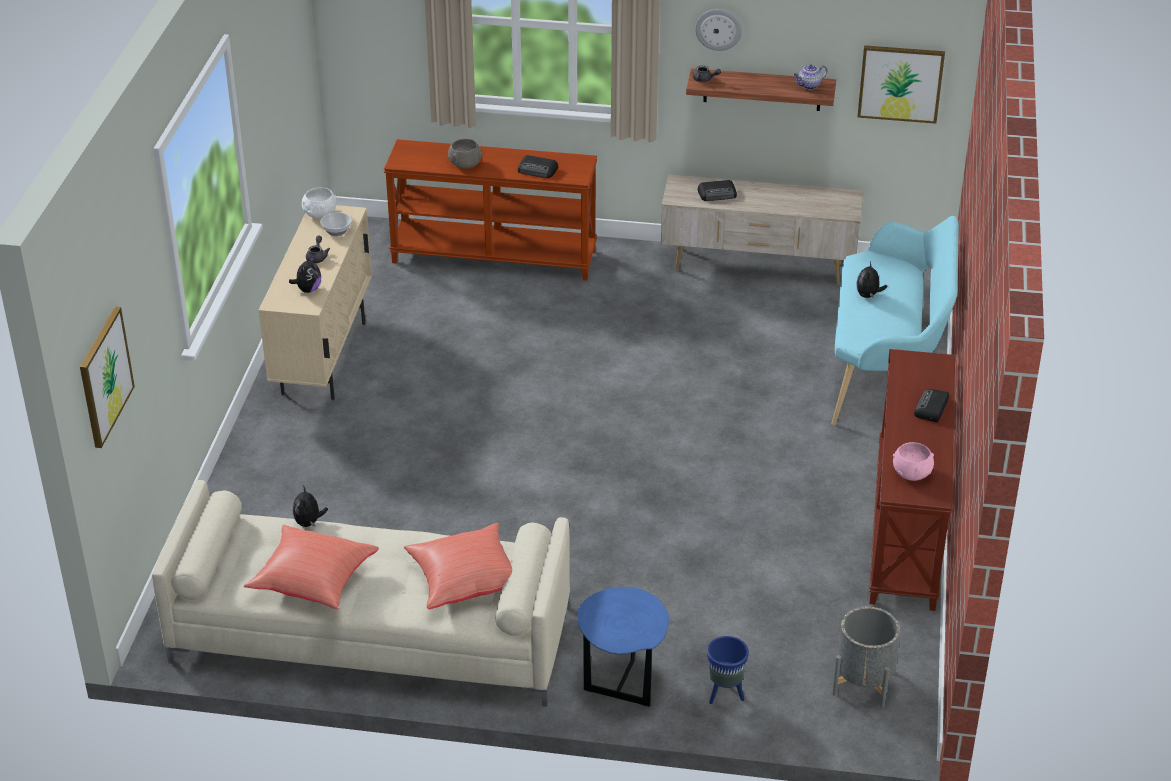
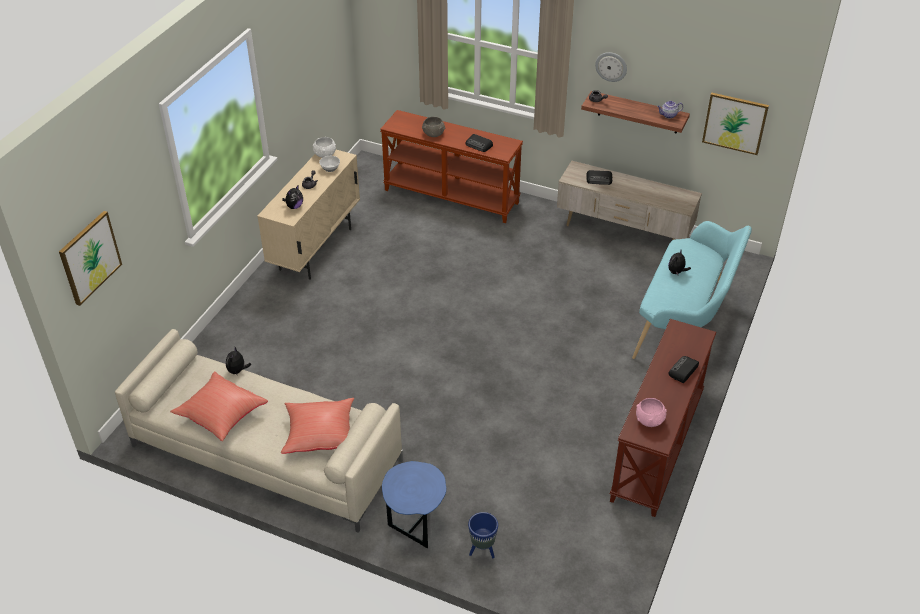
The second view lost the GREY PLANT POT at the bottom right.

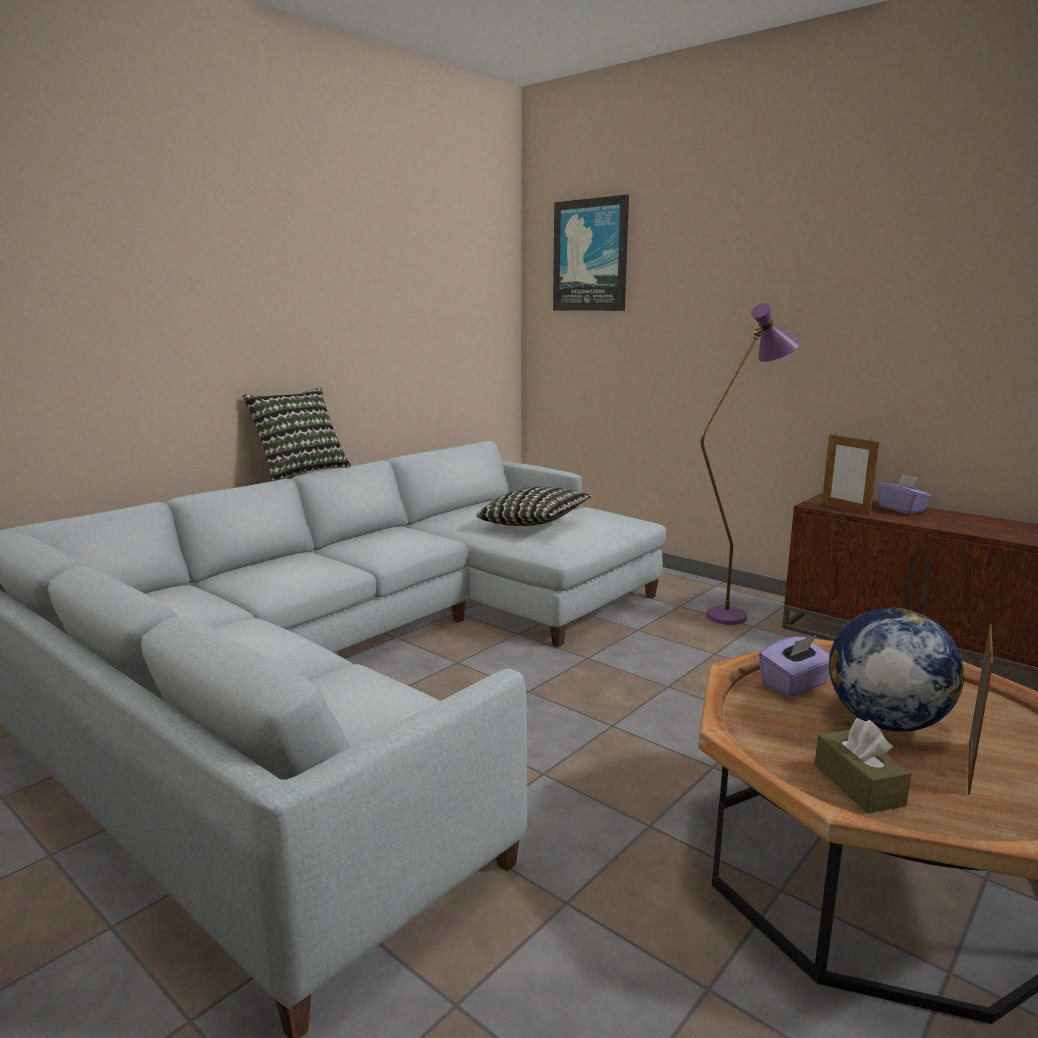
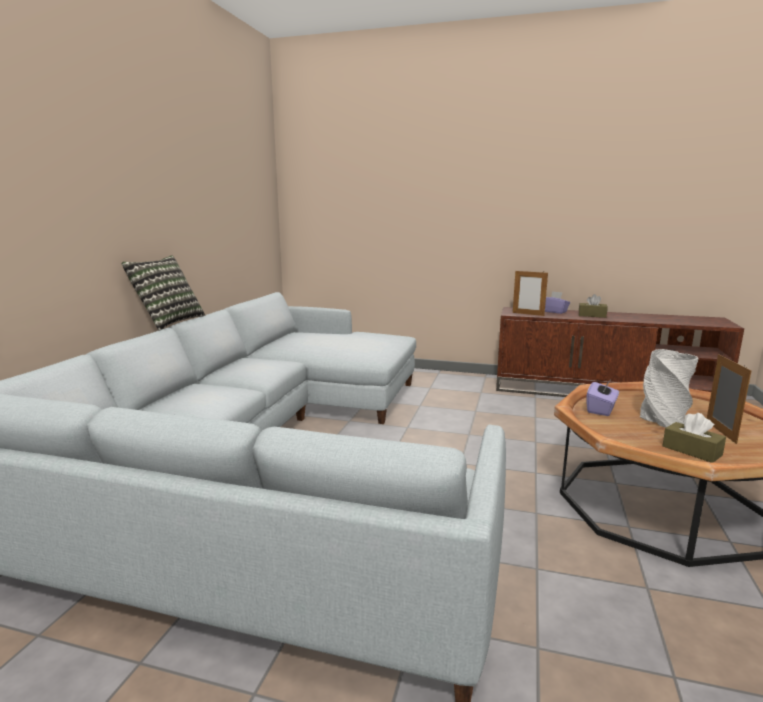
The second view gained the BROWN-COLOURED BOX OF TISSUES (1st from left) at the middle right.
Where the WORLD GLOBE stood at the middle right, the GREY DECORATIVE VASE came to stand at the middle right.
The second view lost the CUSHION (2nd from left) at the centre.
The second view lost the WALL PICTURE at the top centre.
The second view lost the PURPLISH STANDING LAMP at the middle right.

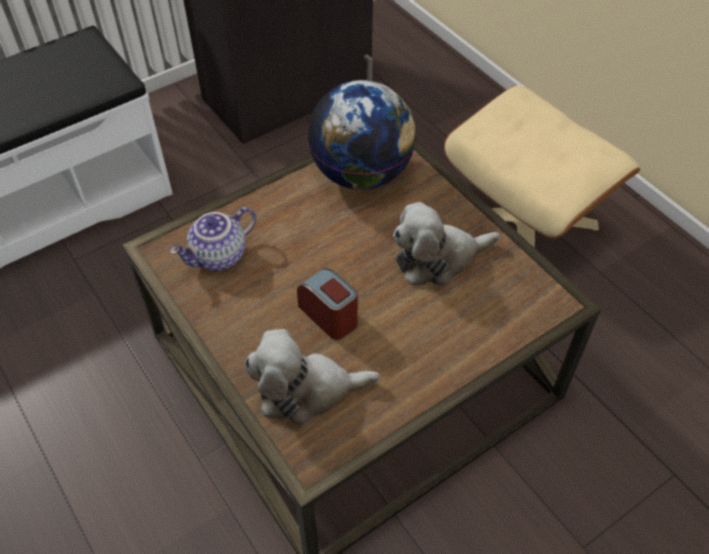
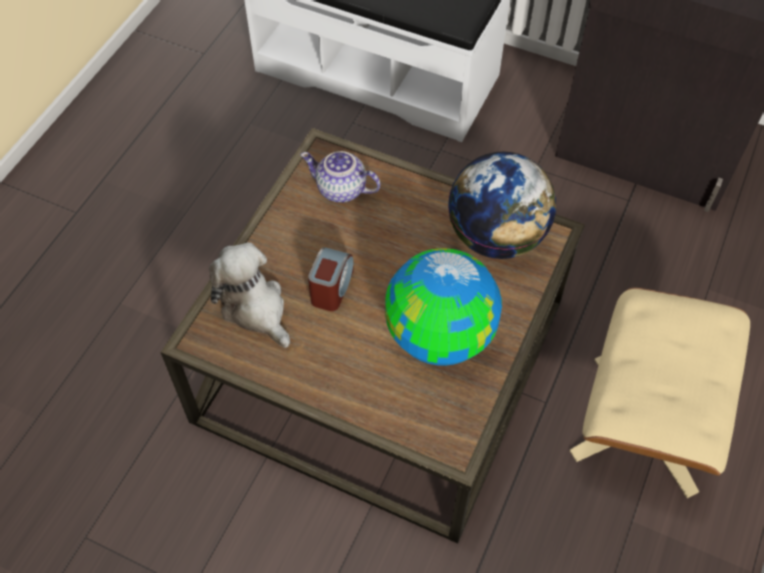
Where the PLUSH TOY (2nd from left) stood at the centre, the WORLD GLOBE (1st from left) came to stand at the centre.

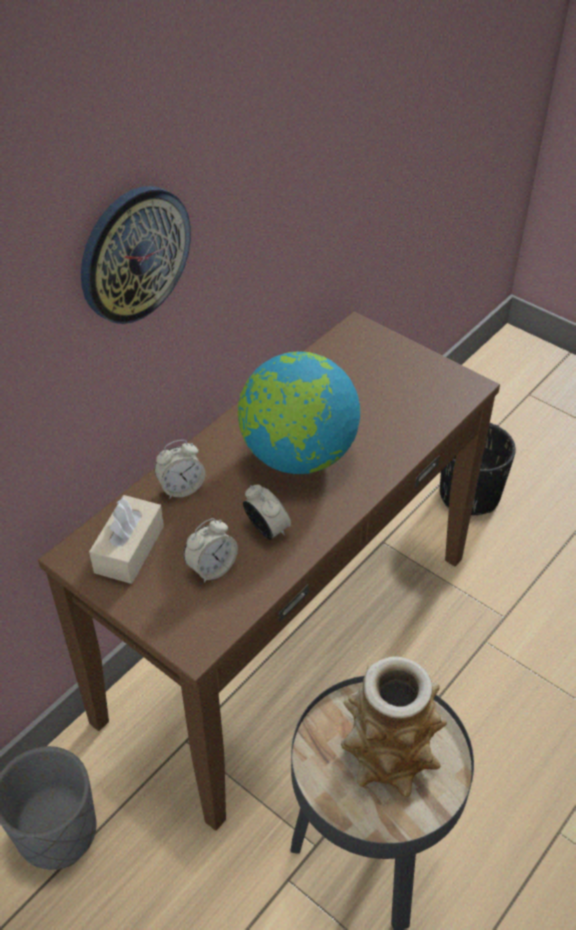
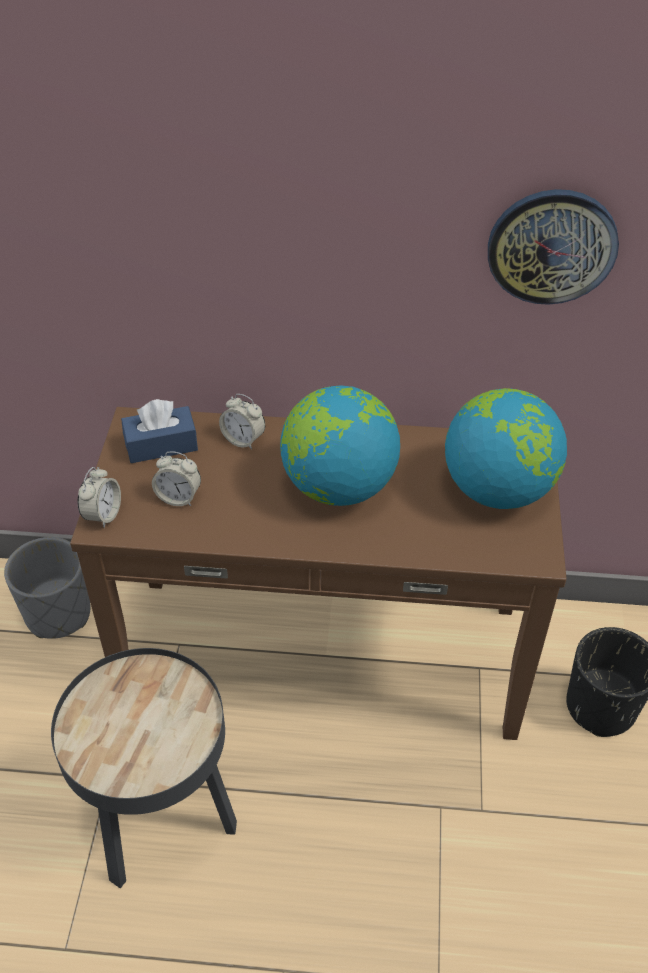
The TABLE CLOCK (3rd from left in the first image) ended up elsewhere, having gone from the centre to the middle left.
What was the SAND-COLOURED BOX OF TISSUES at the middle left turned into the BLUE BOX OF TISSUES at the middle left.
The second view gained the WORLD GLOBE (2nd from left) at the middle right.
The WALL CLOCK ended up elsewhere, having gone from the top left to the top right.
The second view lost the DECORATIVE VASE at the bottom right.

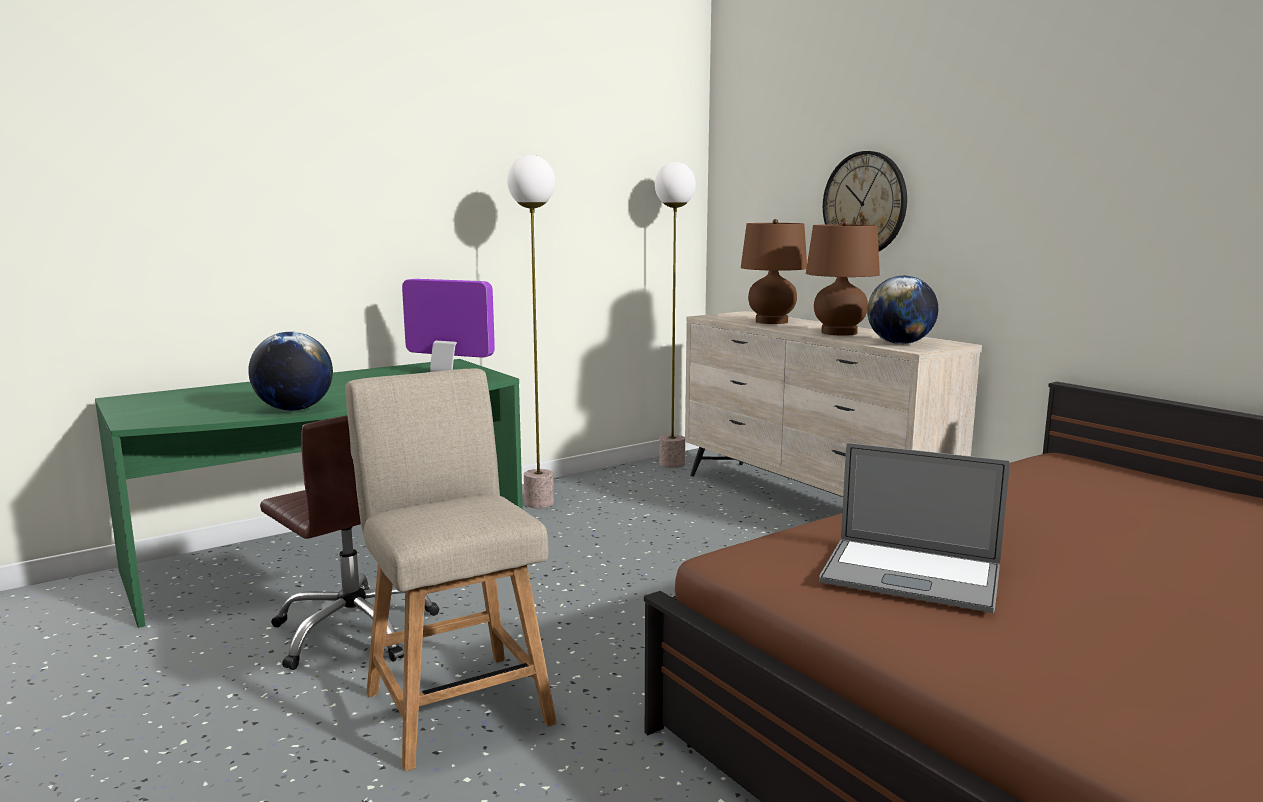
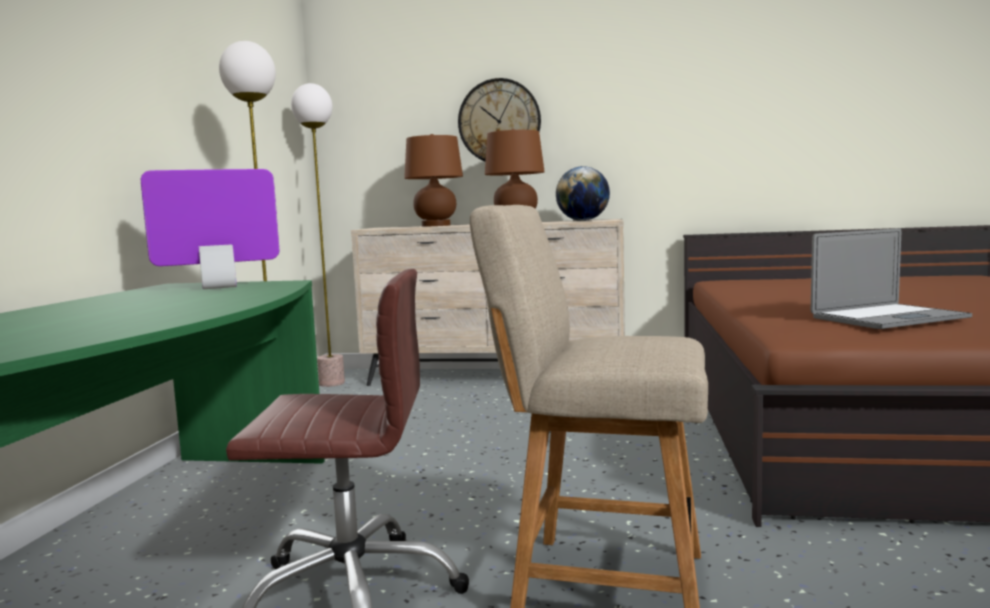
The second view lost the WORLD GLOBE (1st from left) at the middle left.

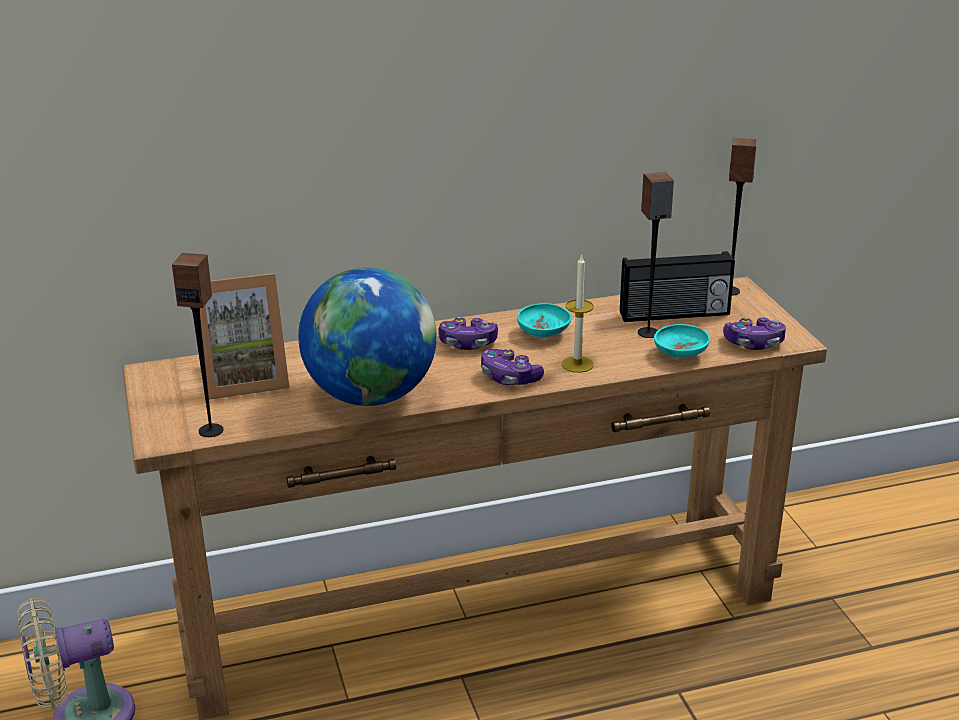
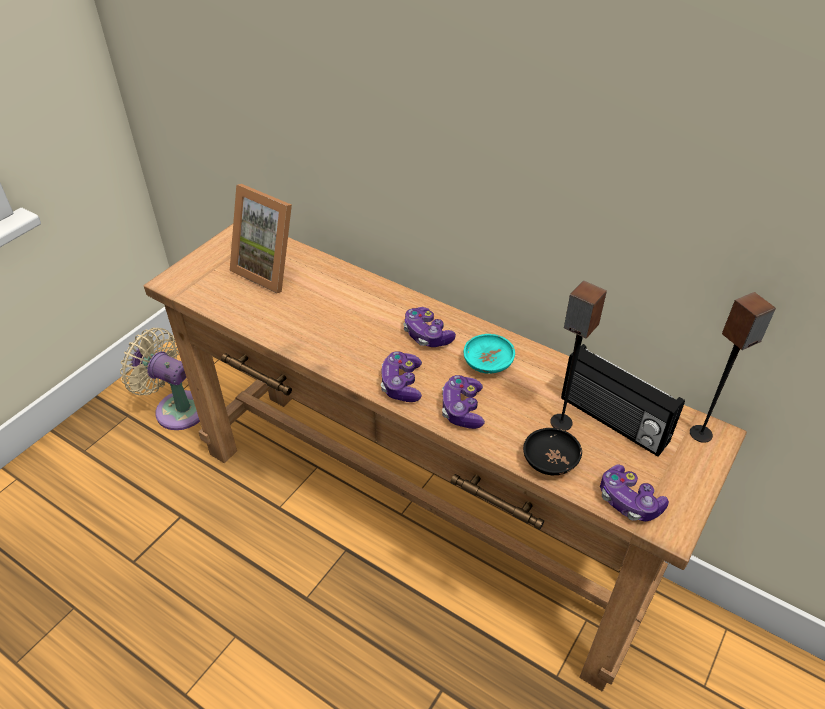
Where the WAX CANDLE stood at the centre, the GAME CONTROLLER (3rd from left) came to stand at the centre.
What was the TURQUOISE SERVING BOWL (2nd from left) at the middle right turned into the BLACK-COLOURED SERVING BOWL at the middle right.
The second view lost the SPEAKER (1st from left) at the middle left.
The second view lost the WORLD GLOBE at the centre.

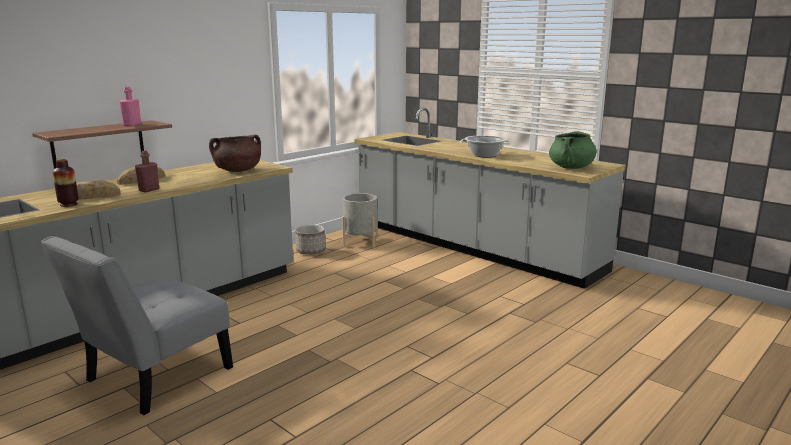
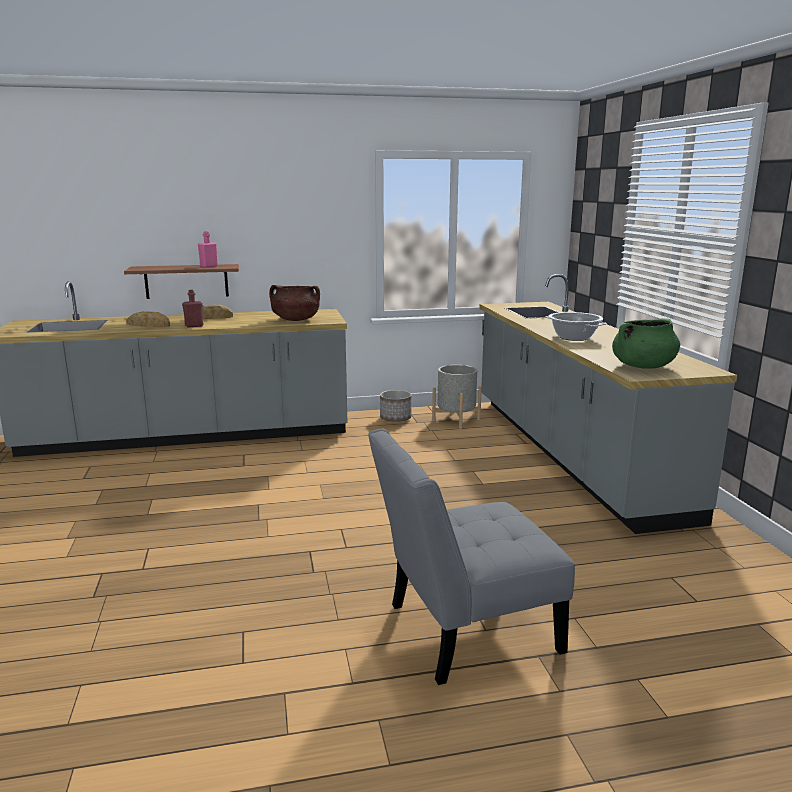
The GREY PLAIN CHAIR ended up elsewhere, having gone from the bottom left to the bottom centre.
The second view lost the DECORATIVE VASE at the middle left.

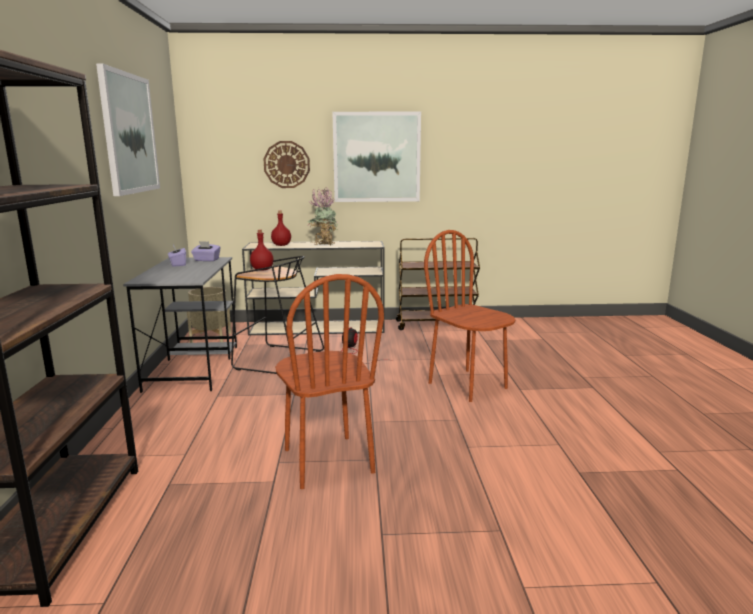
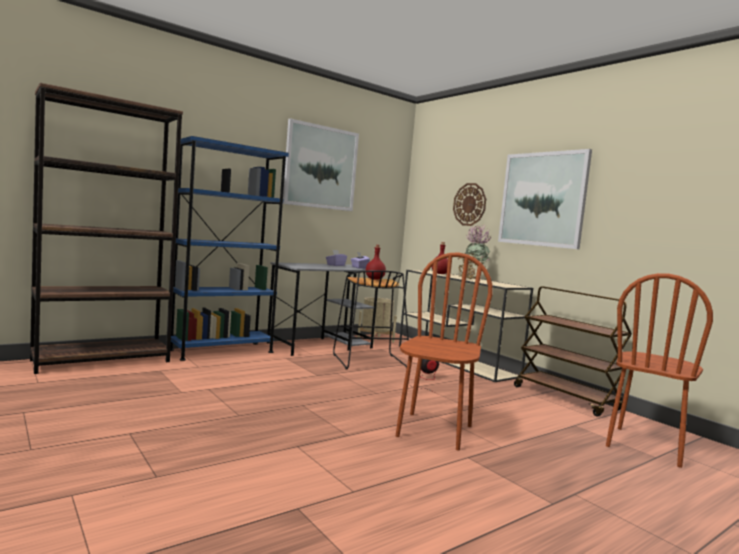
The second view gained the BLUE SHELVING UNIT at the middle left.
The BROWN-COLOURED PLAIN CHAIR (1st from left in the first image) ended up elsewhere, having gone from the centre to the bottom right.

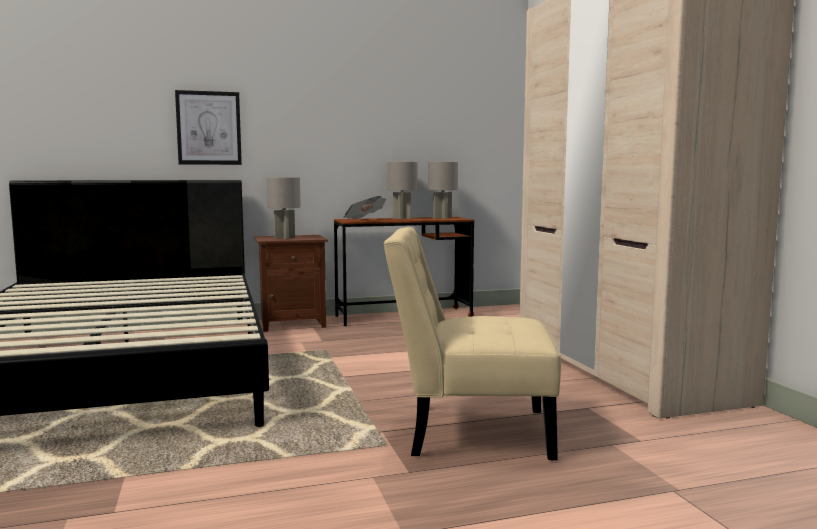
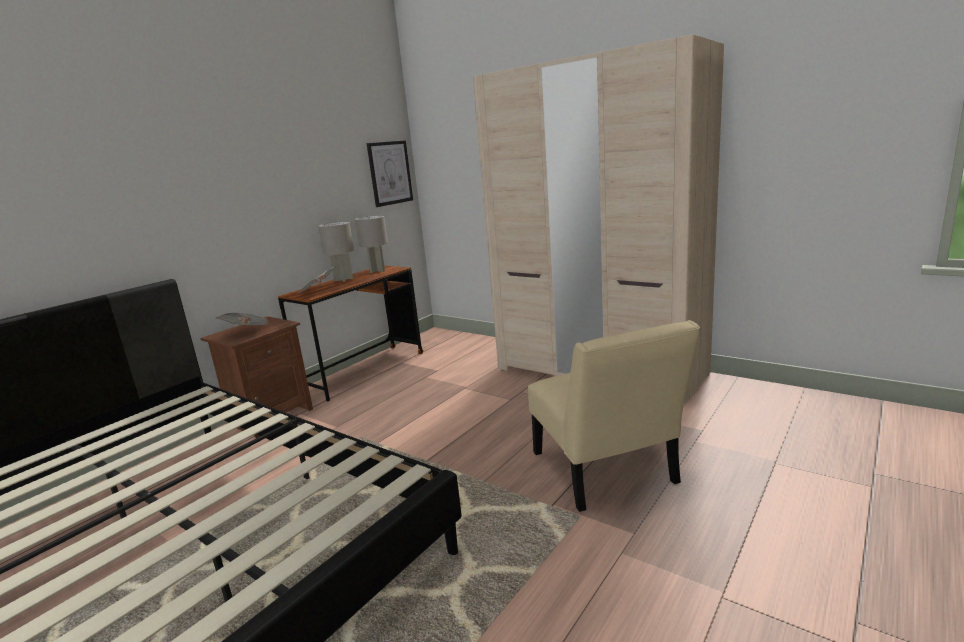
Where the GREY TABLETOP LAMP (1st from left) stood at the centre, the PRINTED PAPER (1st from left) came to stand at the middle left.
The WALL PICTURE ended up elsewhere, having gone from the top left to the top centre.
The SAND-COLOURED PLAIN CHAIR at the centre ended up facing another way, 75 degrees counterclockwise from before.

